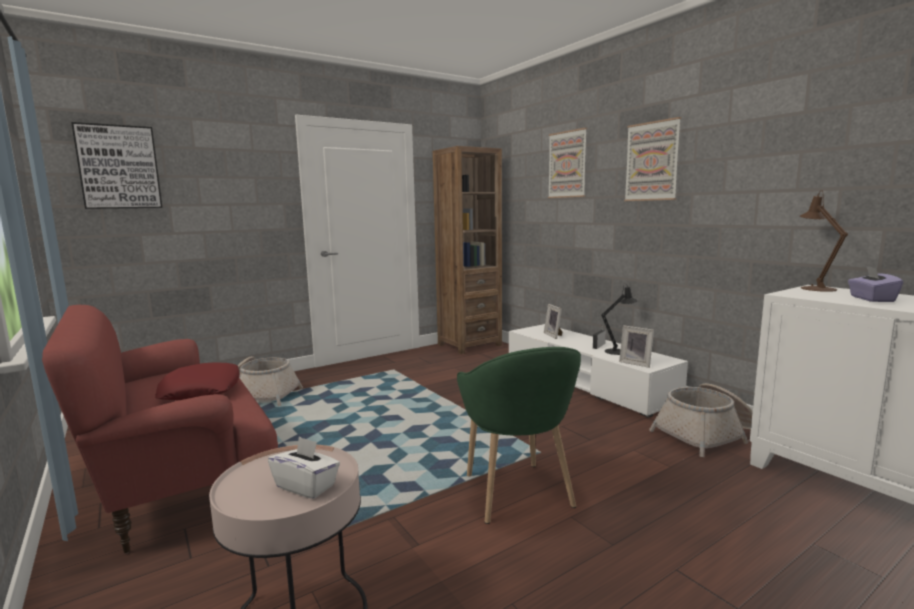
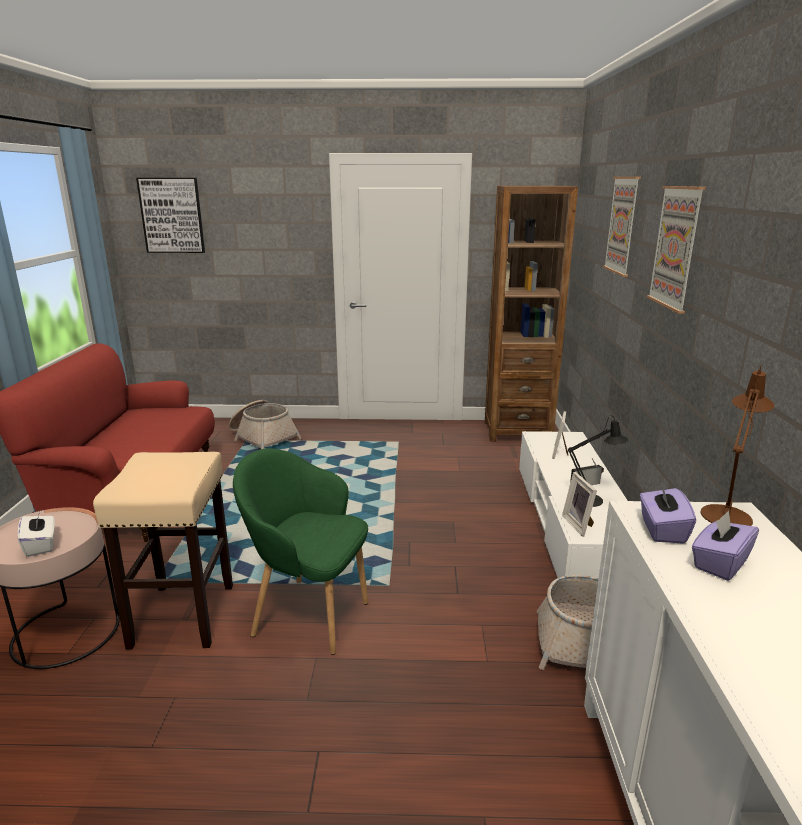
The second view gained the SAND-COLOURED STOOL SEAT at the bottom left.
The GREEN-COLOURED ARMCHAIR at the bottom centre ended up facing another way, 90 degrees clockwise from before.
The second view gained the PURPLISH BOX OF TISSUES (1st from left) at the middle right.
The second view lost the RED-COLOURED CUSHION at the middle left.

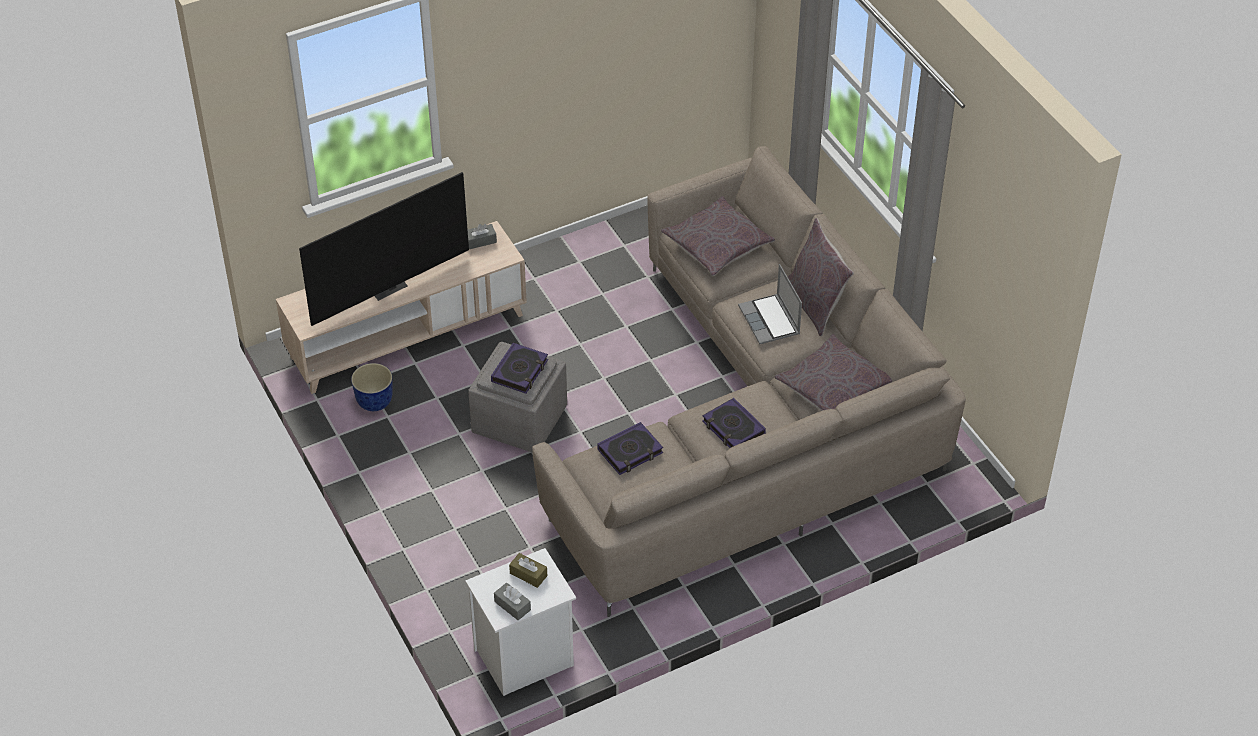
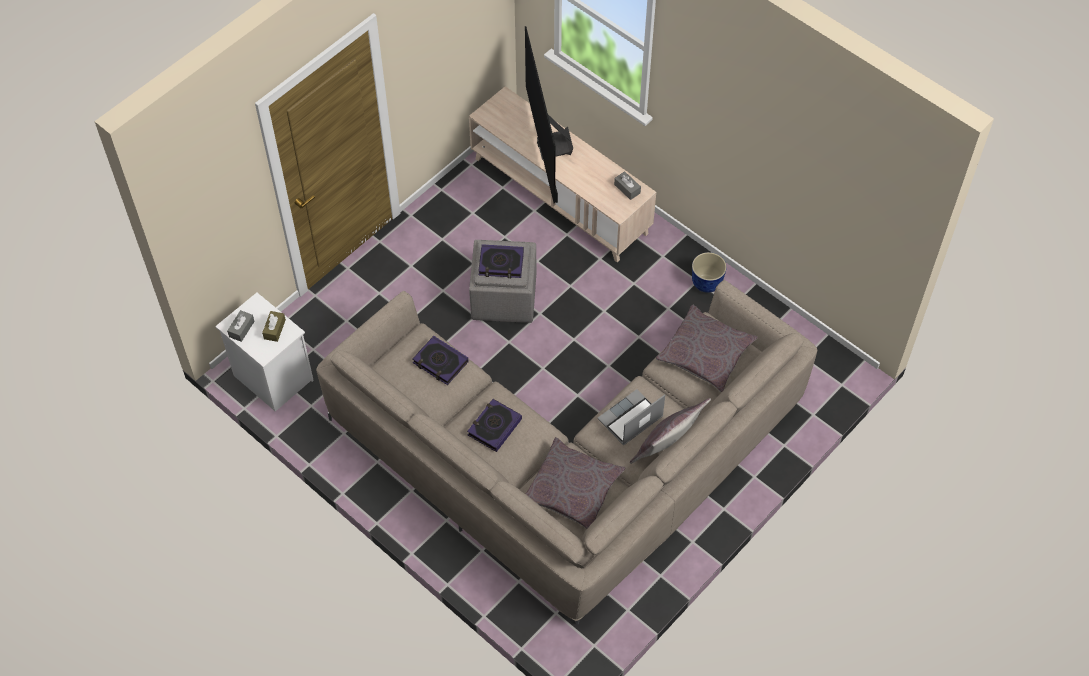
The TV at the middle left ended up facing another way, 45 degrees clockwise from before.
The PLANT POT ended up elsewhere, having gone from the middle left to the centre.

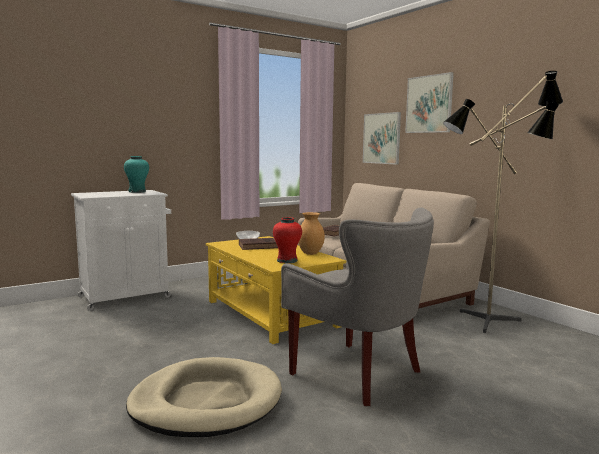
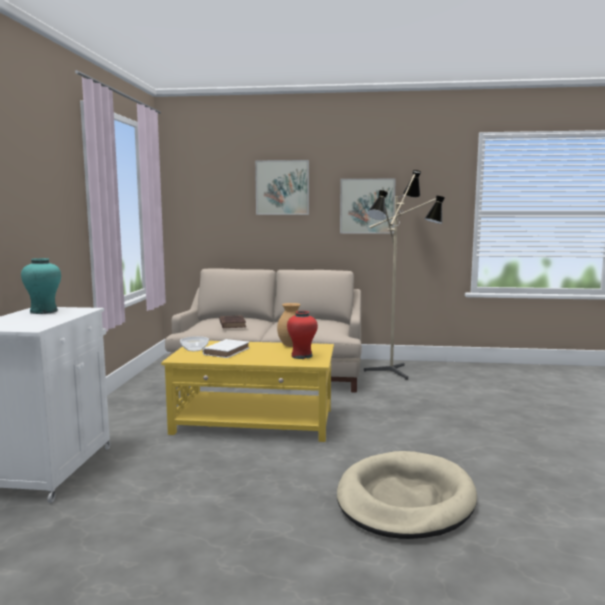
What was the BROWN-COLOURED VOLUME (1st from left) at the centre turned into the WHITE-COLOURED VOLUME at the centre.
The WALL PICTURE (1st from left in the first image) ended up elsewhere, having gone from the top centre to the centre.
The second view lost the GREY ARMCHAIR at the bottom centre.

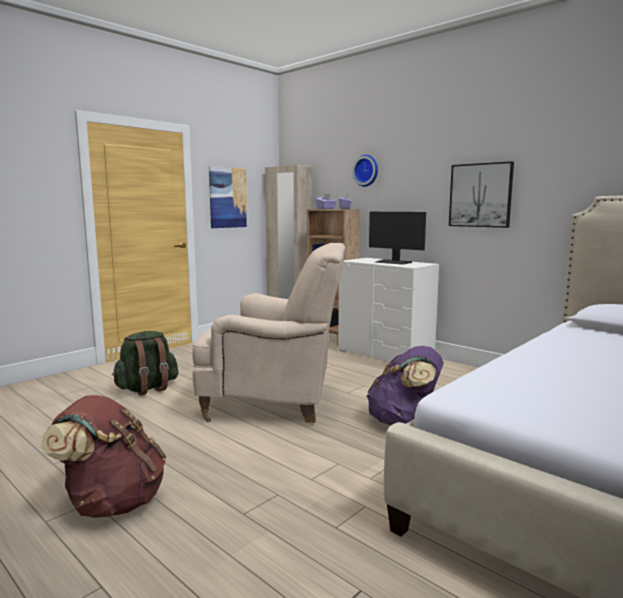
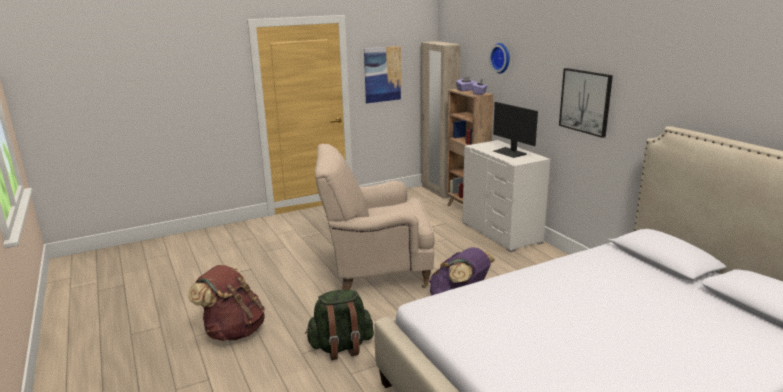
The GREEN-COLOURED RUCKSACK ended up elsewhere, having gone from the middle left to the bottom centre.
The SAND-COLOURED ARMCHAIR at the centre ended up facing another way, 150 degrees clockwise from before.

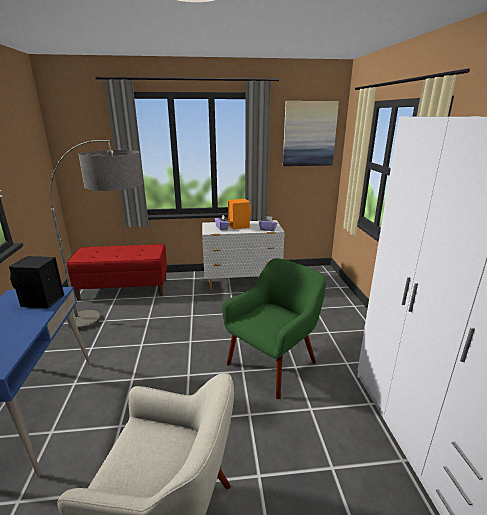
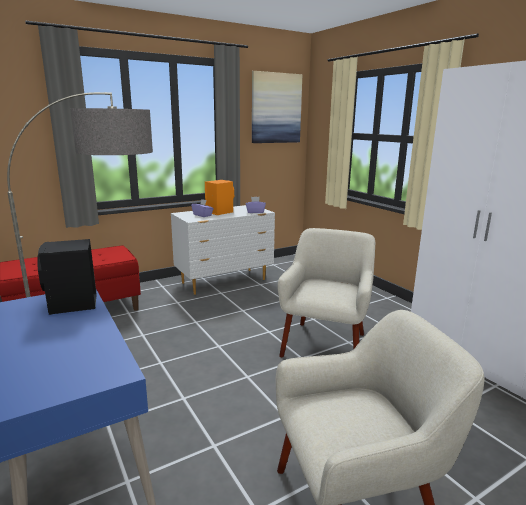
What was the GREEN-COLOURED ARMCHAIR at the centre turned into the SAND-COLOURED ARMCHAIR (1st from left) at the centre.

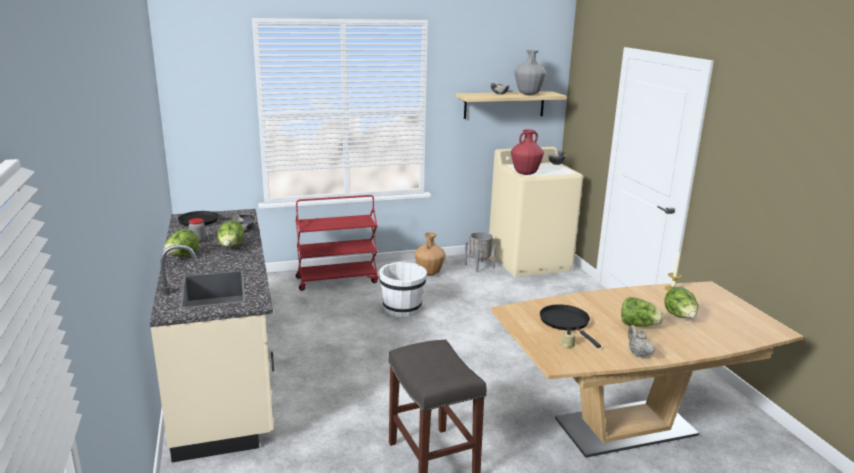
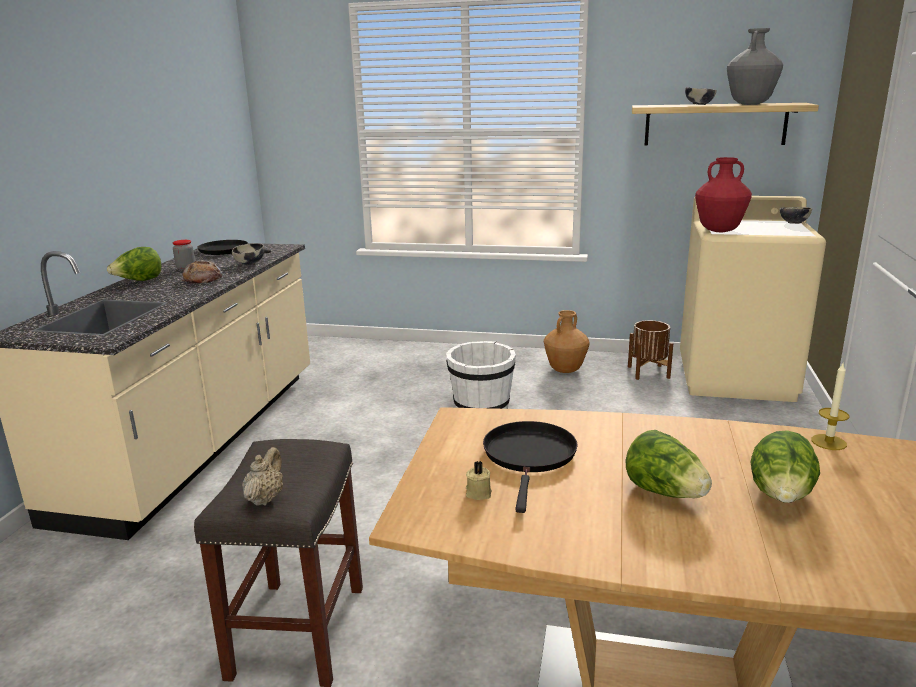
Where the LETTUCE HEAD (2nd from left) stood at the middle left, the BREAD came to stand at the middle left.
The SAND-COLOURED POT FOR TEA ended up elsewhere, having gone from the bottom right to the bottom left.
What was the GREY PLANT POT at the centre turned into the BROWN-COLOURED PLANT POT at the middle right.
The second view lost the RED-COLOURED TROLLEY at the centre.

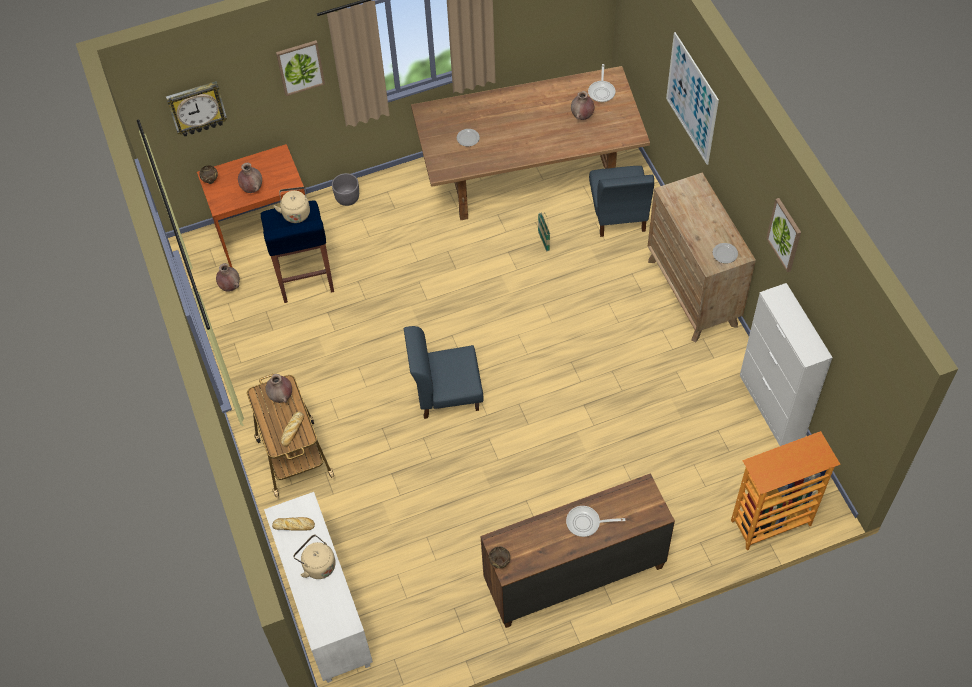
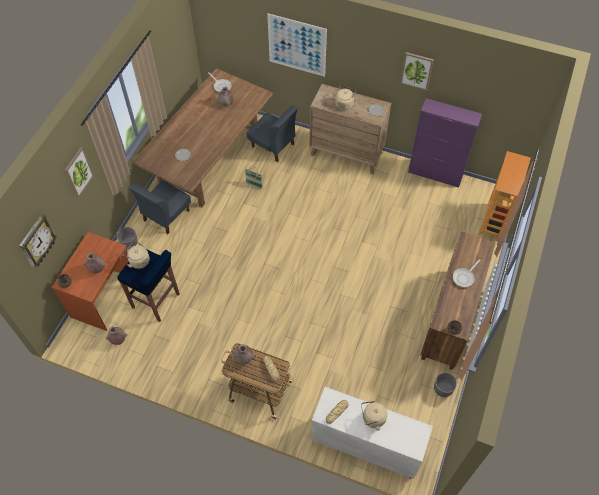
The BLUE PLAIN CHAIR (1st from left) ended up elsewhere, having gone from the centre to the middle left.
The second view gained the SAND-COLOURED KETTLE (2nd from left) at the top centre.
What was the WHITE-COLOURED CABINET (2nd from left) at the middle right turned into the PURPLISH CABINET at the top right.
The second view gained the GREY PLANT POT (2nd from left) at the bottom right.

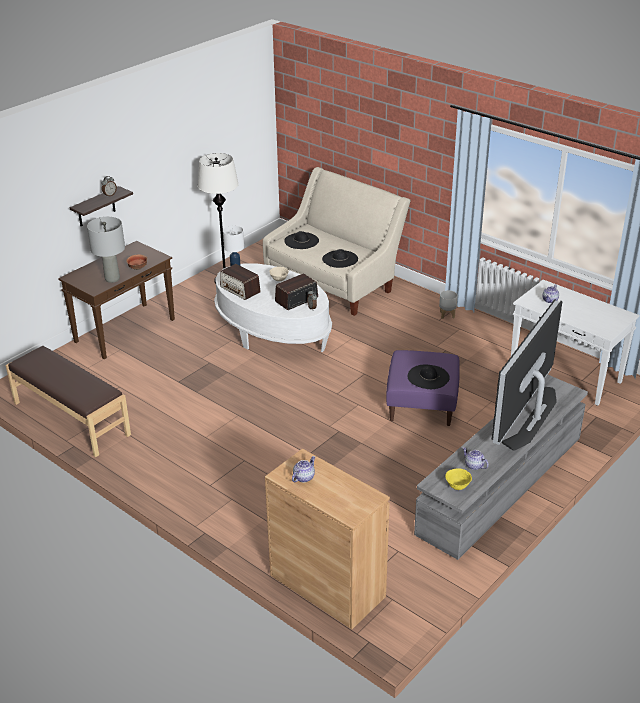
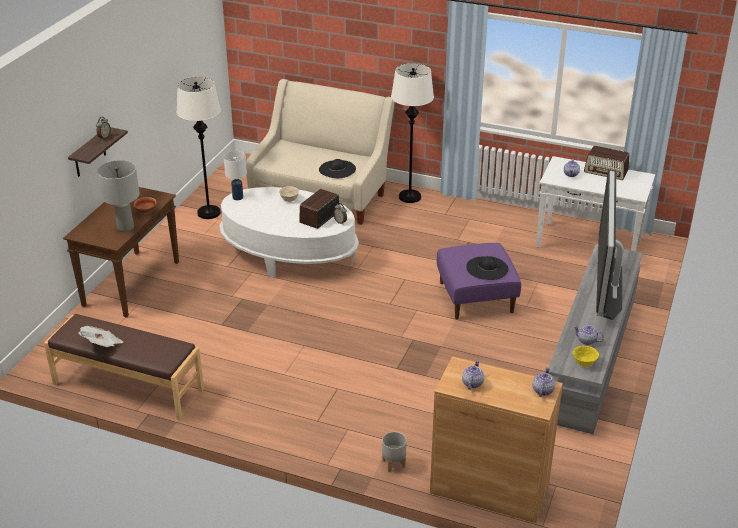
The second view gained the PRINTED PAPER at the middle left.
The GREY PLANT POT ended up elsewhere, having gone from the middle right to the bottom centre.
The second view gained the WHITE-COLOURED STANDING LAMP (2nd from left) at the top centre.
The second view gained the POT FOR TEA (2nd from left) at the bottom right.
The RADIO (1st from left in the first image) ended up elsewhere, having gone from the centre to the top right.
The second view lost the BLACK-COLOURED WEARABLE HAT (1st from left) at the centre.

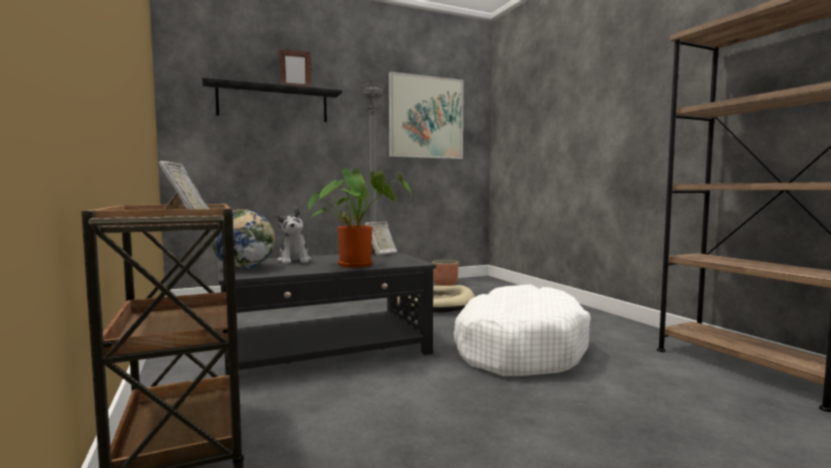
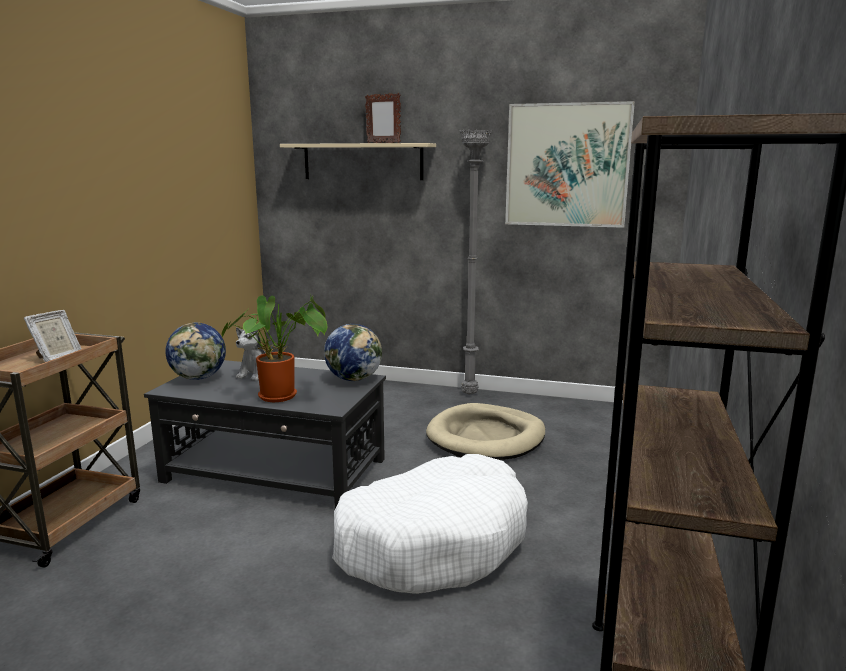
What was the BLACK-COLOURED SHELF at the top left turned into the SAND-COLOURED SHELF at the top centre.
Where the PICTURE FRAME (3rd from left) stood at the centre, the WORLD GLOBE (2nd from left) came to stand at the centre.
The second view lost the PLANT POT at the centre.

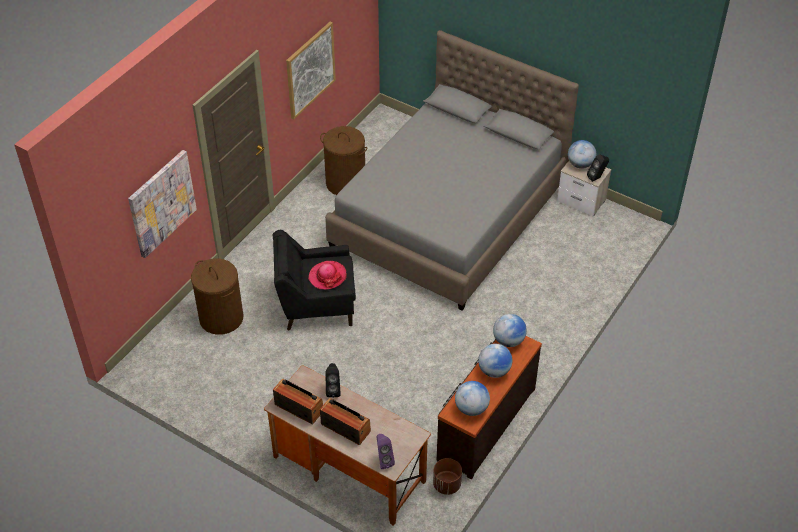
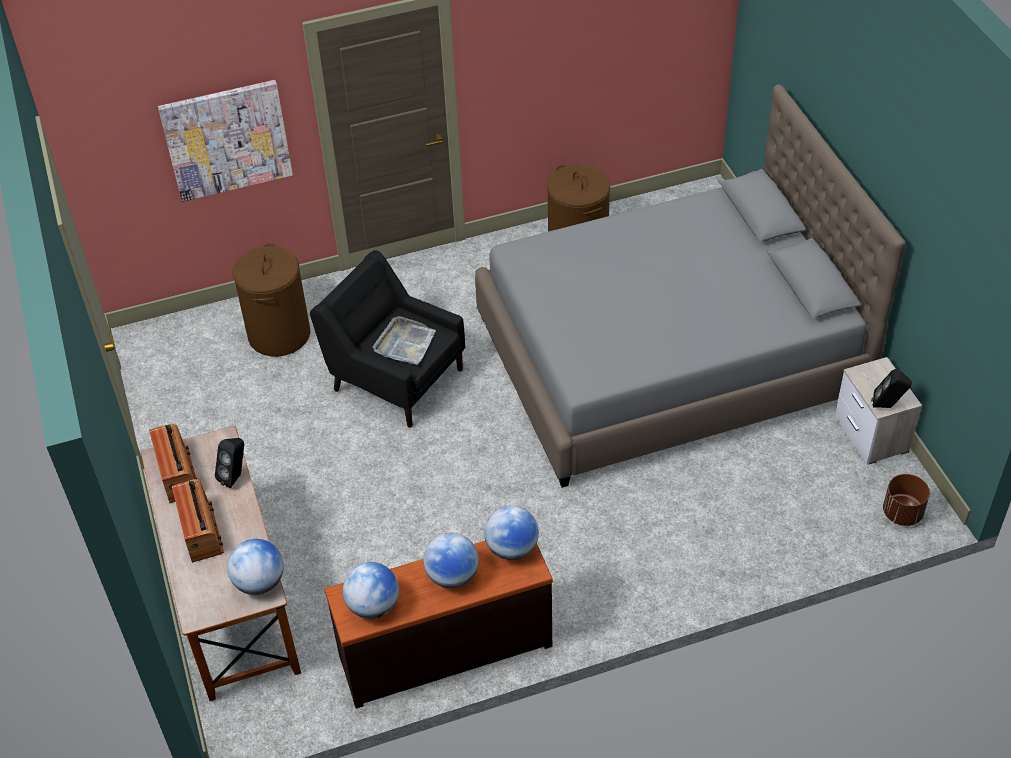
The WORLD GLOBE (4th from left in the first image) ended up elsewhere, having gone from the top right to the bottom left.
Where the WEARABLE HAT stood at the centre, the GREY TRAY came to stand at the centre.
The BROWN-COLOURED PLANT POT ended up elsewhere, having gone from the bottom centre to the middle right.
The second view lost the WALL PICTURE (2nd from left) at the top centre.
The second view lost the PURPLISH SPEAKER at the bottom centre.

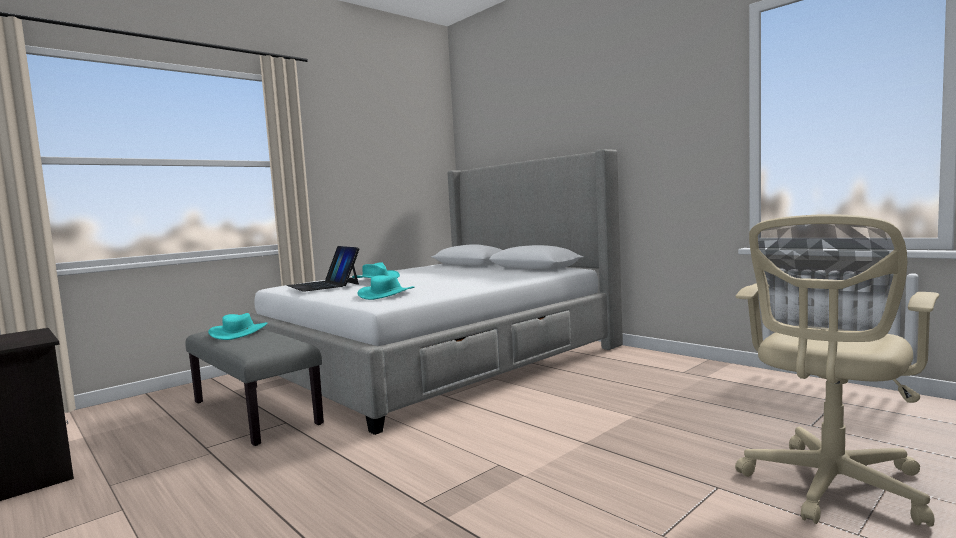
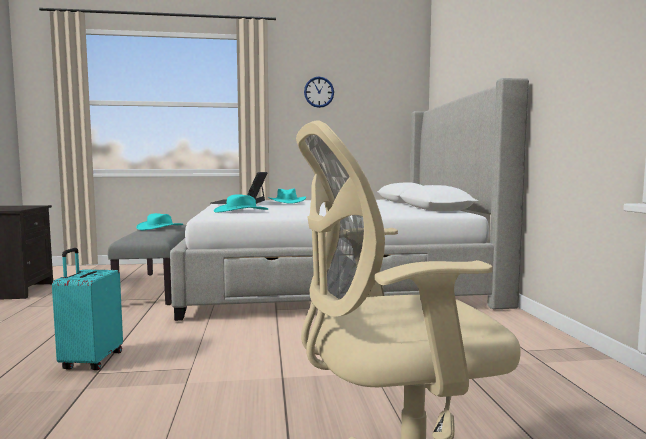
The second view gained the TURQUOISE SUITCASE at the bottom left.
The second view gained the WALL CLOCK at the top centre.

